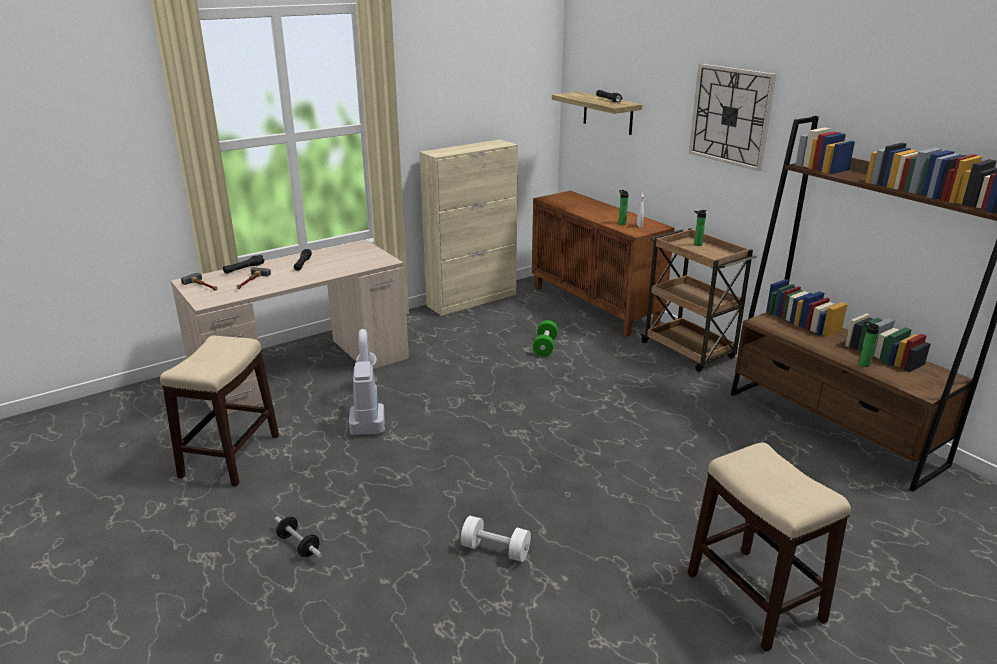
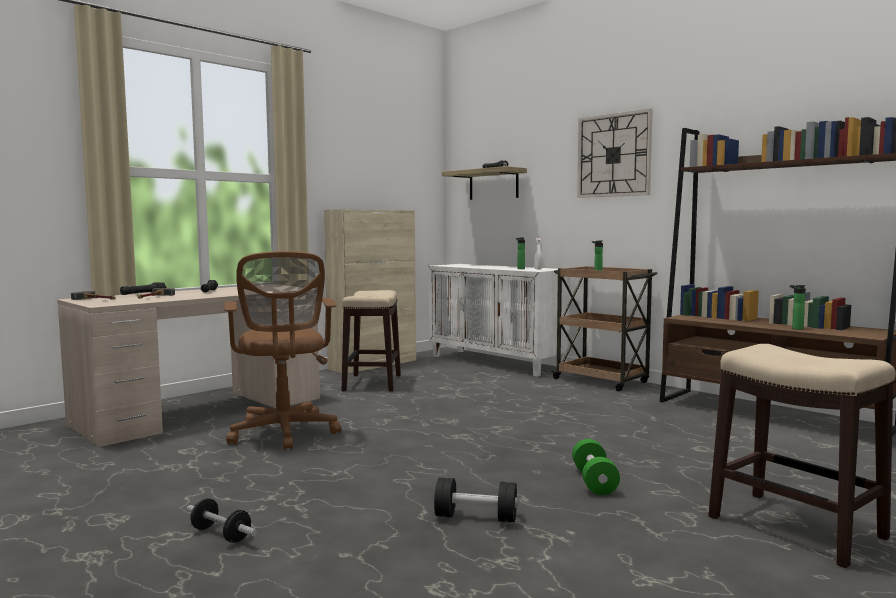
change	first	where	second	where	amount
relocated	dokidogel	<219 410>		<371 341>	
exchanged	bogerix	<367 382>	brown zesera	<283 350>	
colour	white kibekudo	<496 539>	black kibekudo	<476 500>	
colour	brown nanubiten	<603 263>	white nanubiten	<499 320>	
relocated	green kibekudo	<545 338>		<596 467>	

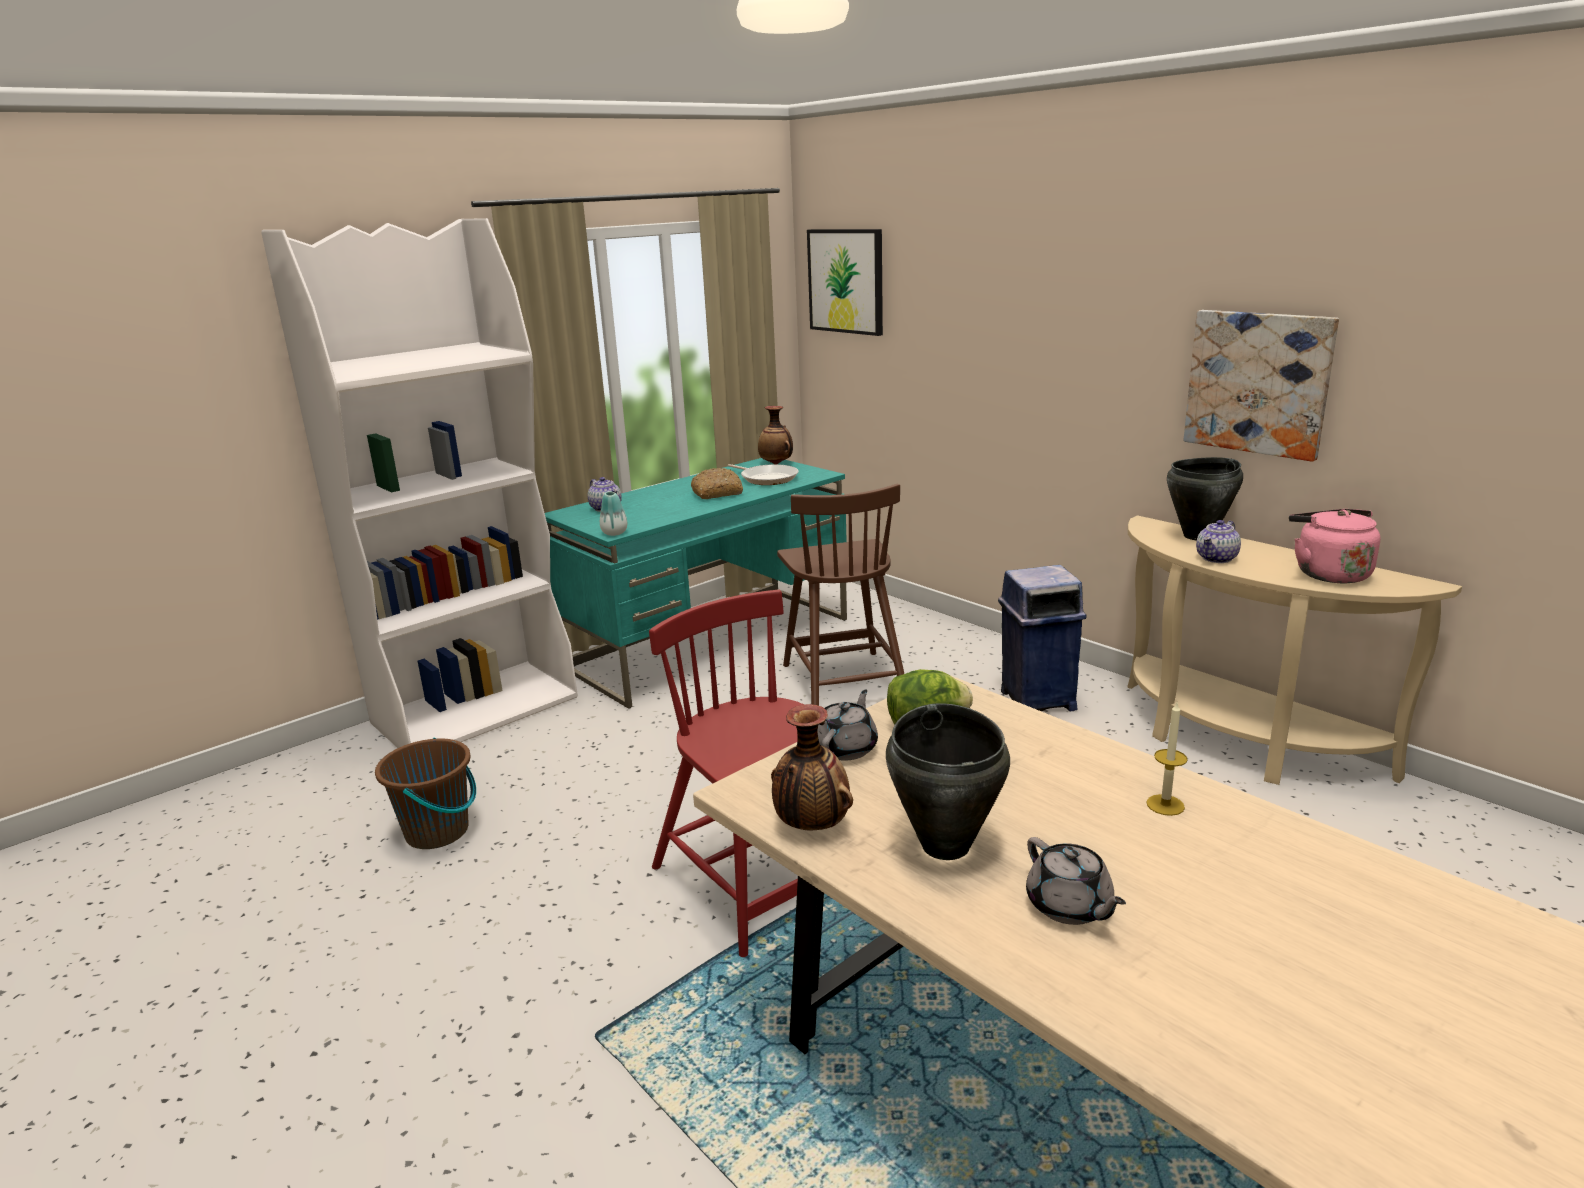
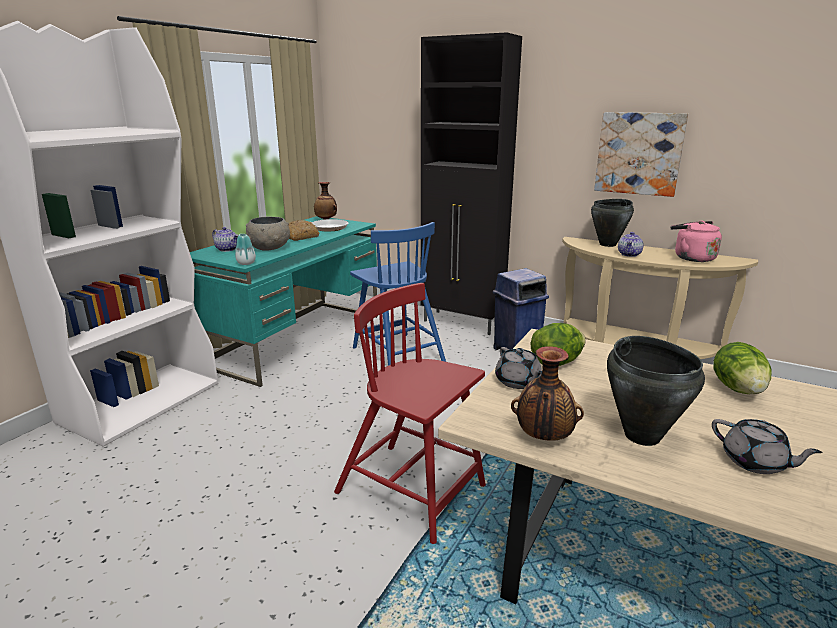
change	first	where	second	where	amount
missing	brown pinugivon	<425 793>			
colour	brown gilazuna	<840 595>	blue gilazuna	<398 294>	
missing	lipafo	<845 282>			
spun	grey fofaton	<848 725>		<518 368>	150 degrees clockwise
exchanged	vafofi	<1167 759>	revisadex	<742 368>	
appeared			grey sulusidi	<268 234>	
appeared			black nanubiten	<471 183>	

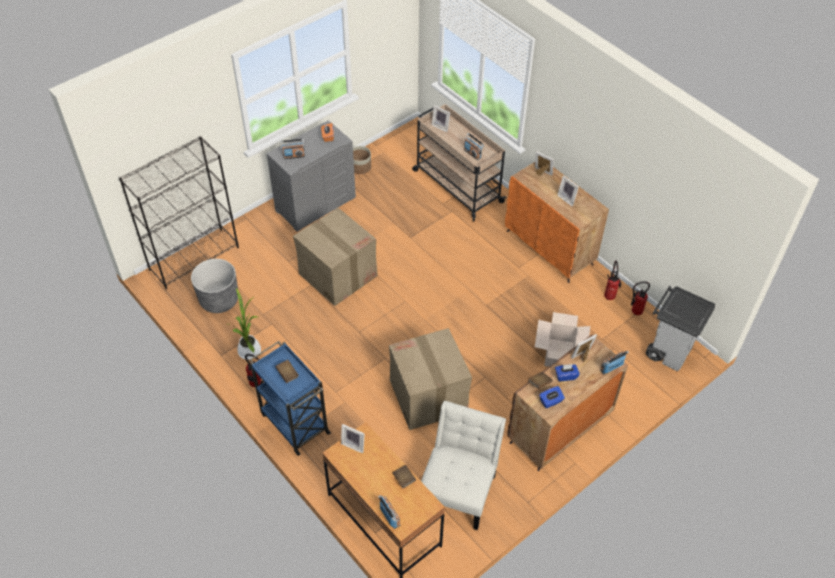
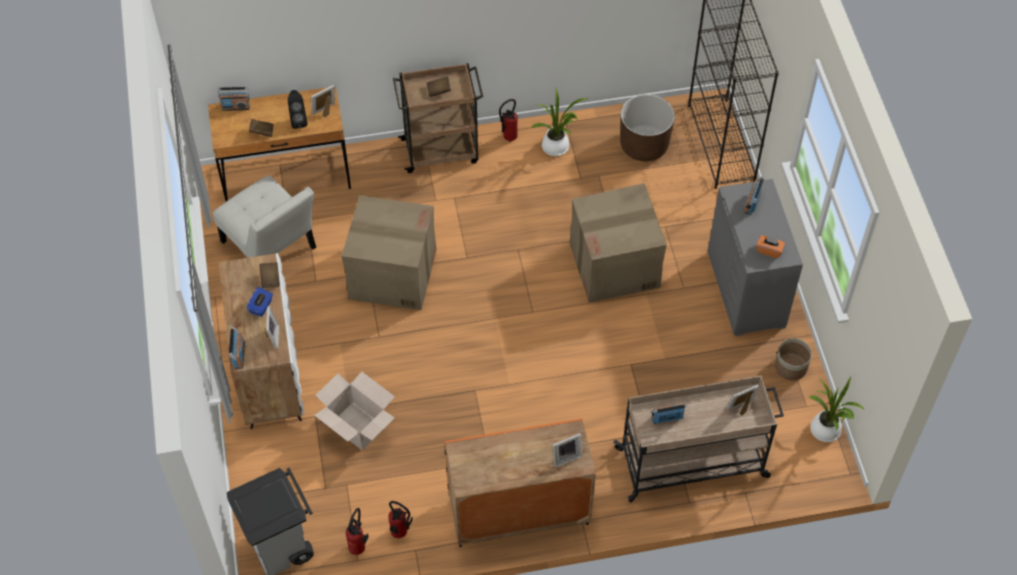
change	first	where	second	where	amount
colour	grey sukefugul	<214 286>	brown sukefugul	<647 127>	
colour	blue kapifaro	<290 398>	brown kapifaro	<438 118>	
colour	brown nanubiten	<568 402>	white nanubiten	<261 341>	
missing	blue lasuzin	<552 397>			
missing	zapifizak	<568 191>			
appeared			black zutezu	<298 109>	
appeared			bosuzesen	<837 409>	

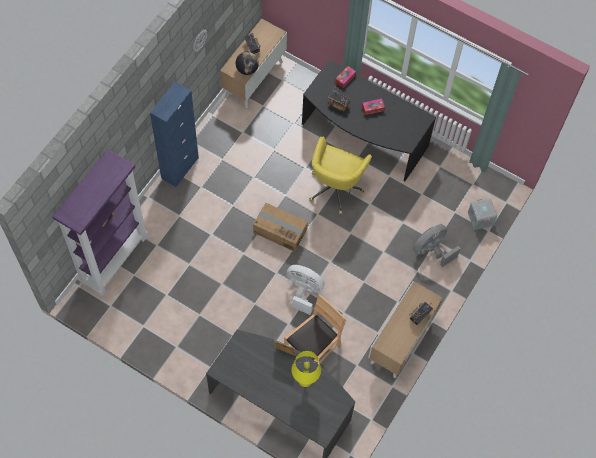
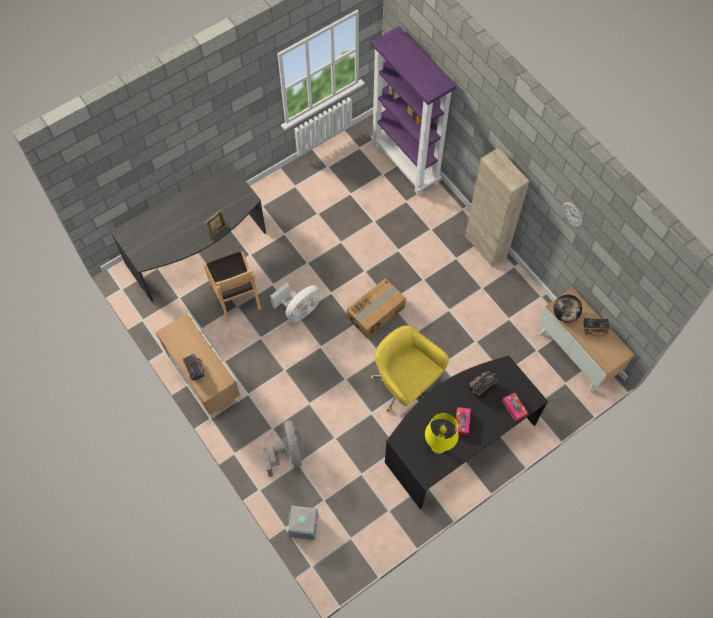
change	first	where	second	where	amount
colour	blue nanubiten	<174 134>	beige nanubiten	<497 207>	
relocated	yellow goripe	<306 369>		<442 433>	

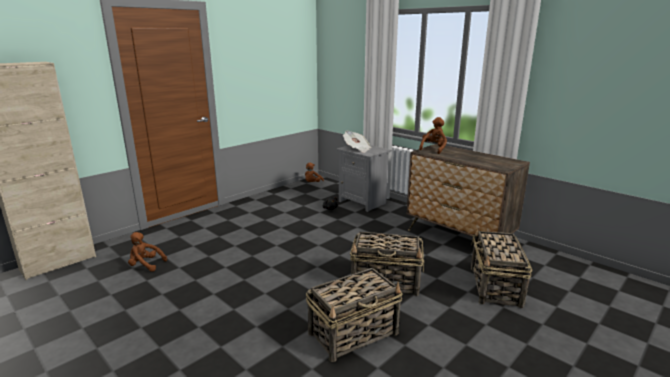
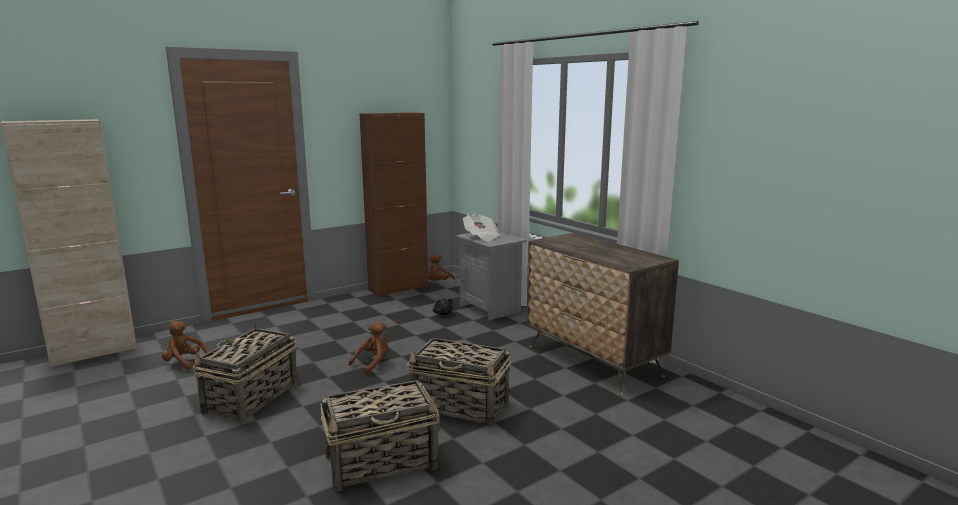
change	first	where	second	where	amount
relocated	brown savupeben	<433 135>		<369 348>	
relocated	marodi	<501 268>		<245 373>	
appeared			brown nanubiten	<394 204>	

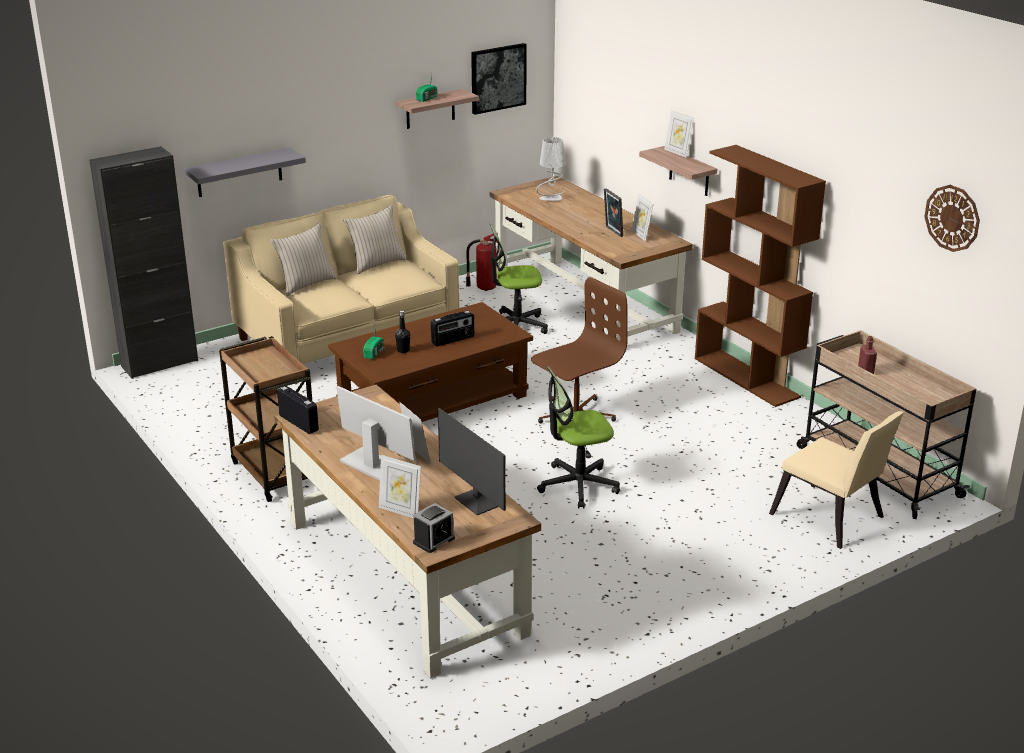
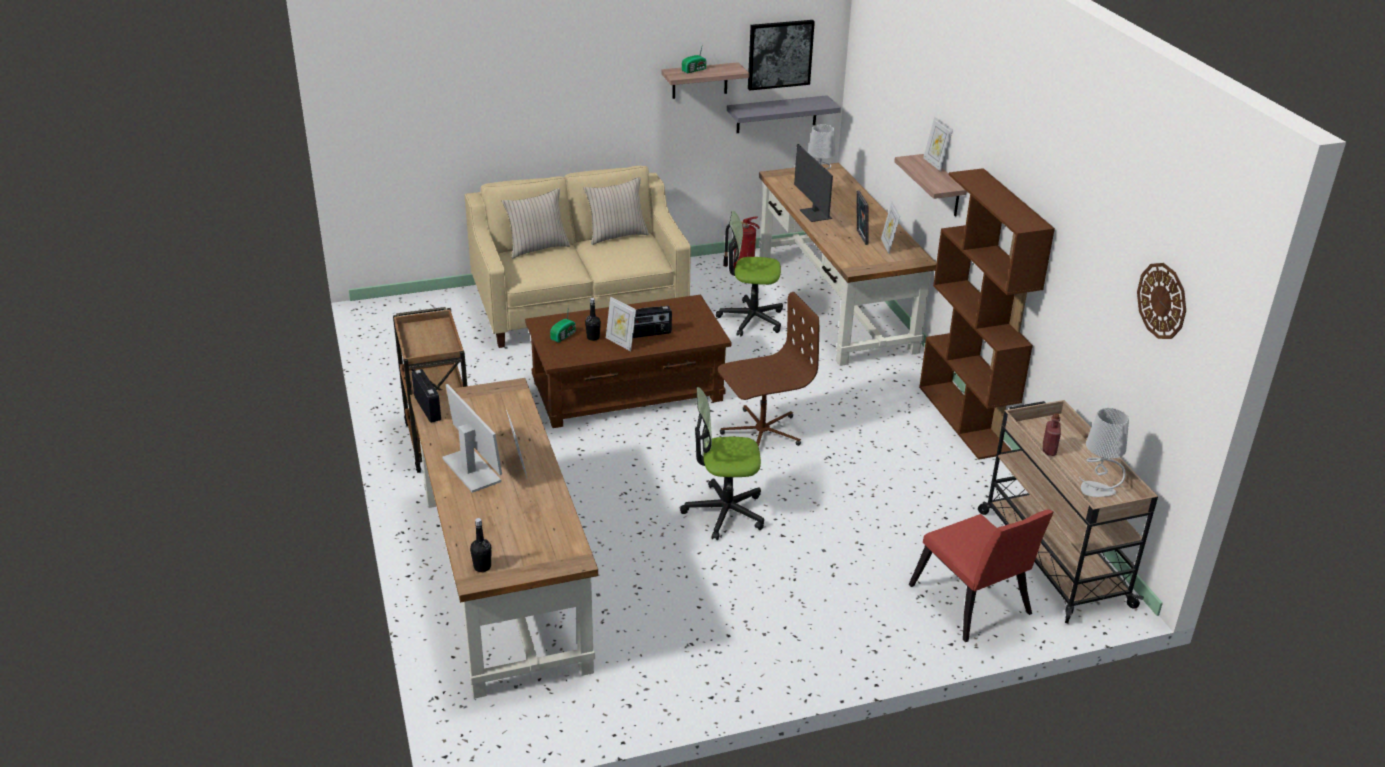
change	first	where	second	where	amount
missing	black nanubiten	<143 262>			
relocated	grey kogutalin	<245 172>		<784 114>	
relocated	zapifizak	<400 486>		<621 324>	
exchanged	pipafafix	<434 528>	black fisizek	<481 545>	
relocated	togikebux	<472 461>		<813 183>	
colour	beige gilazuna	<836 480>	red gilazuna	<981 575>	
appeared			grey goripe	<1104 452>	

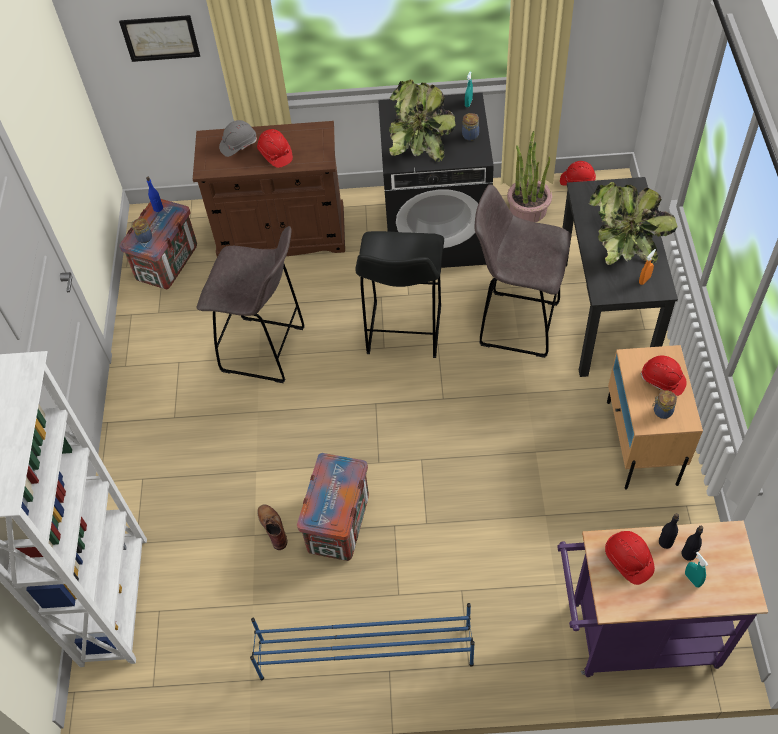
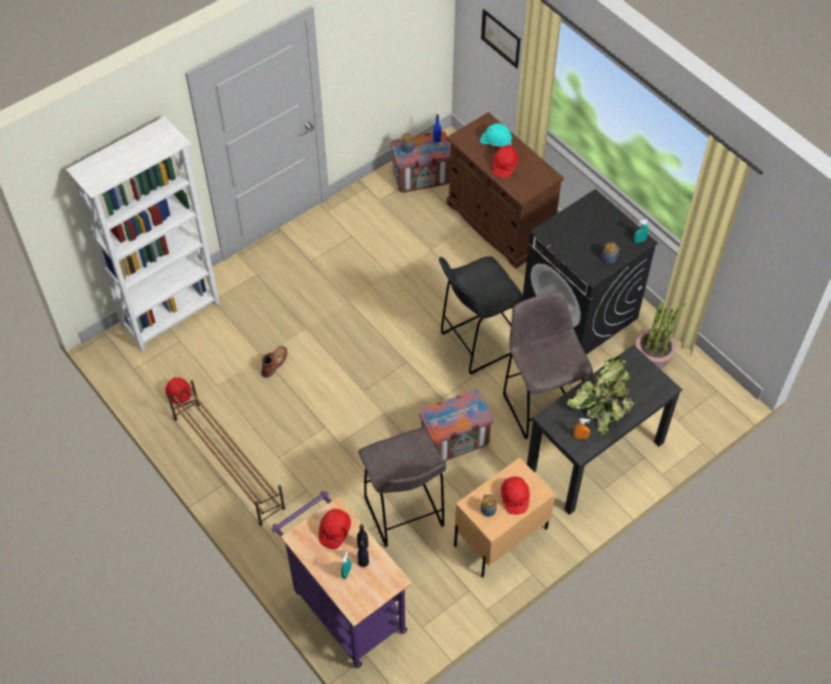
change	first	where	second	where	amount
relocated	grey dokidogel	<250 304>		<402 487>	
colour	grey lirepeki	<238 138>	turquoise lirepeki	<496 135>	
colour	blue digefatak	<362 642>	brown digefatak	<226 453>	
relocated	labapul	<333 507>		<456 425>	
missing	bosuzesen	<422 120>			
relocated	red lirepeki	<578 173>		<178 392>	

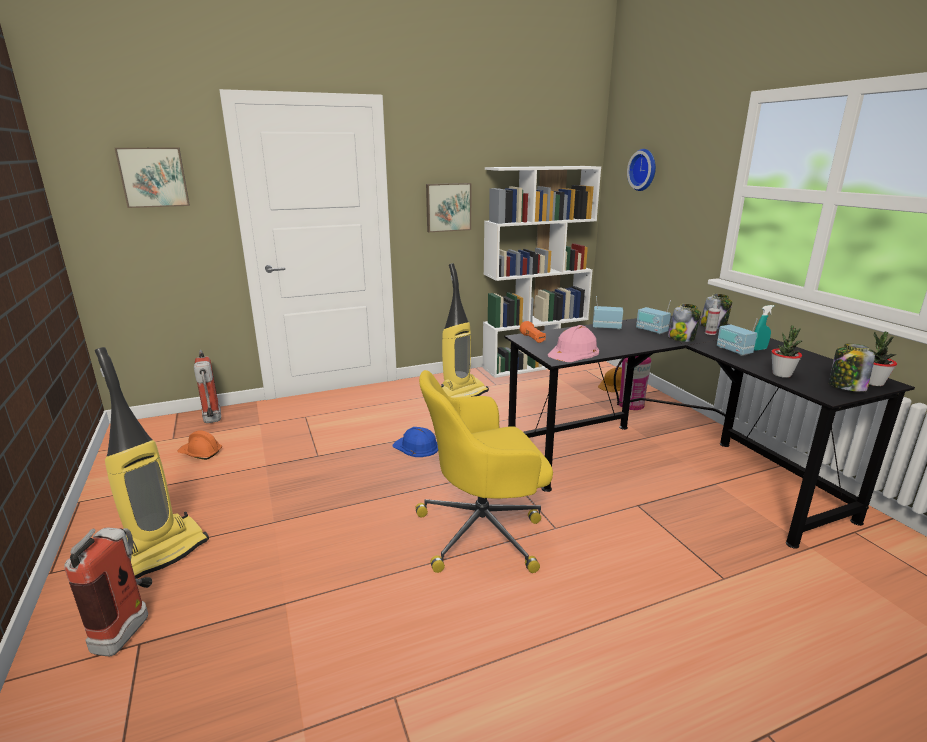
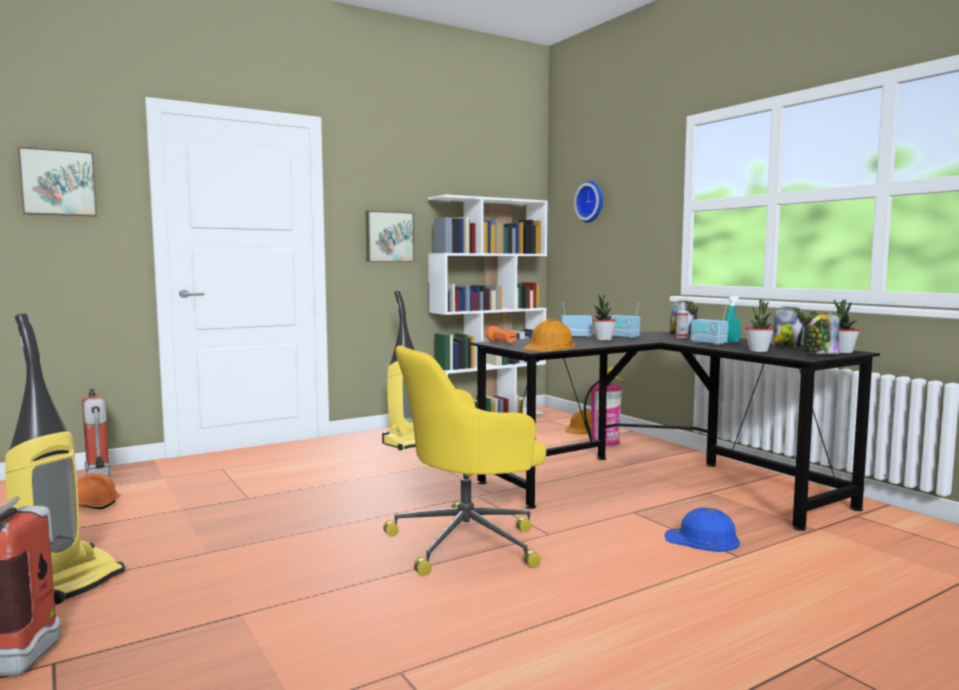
change	first	where	second	where	amount
relocated	blue lirepeki	<415 442>		<702 530>	
colour	pink lirepeki	<573 343>	orange lirepeki	<548 335>	
relocated	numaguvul	<684 323>		<787 326>	
appeared			bosuzesen	<604 317>	

